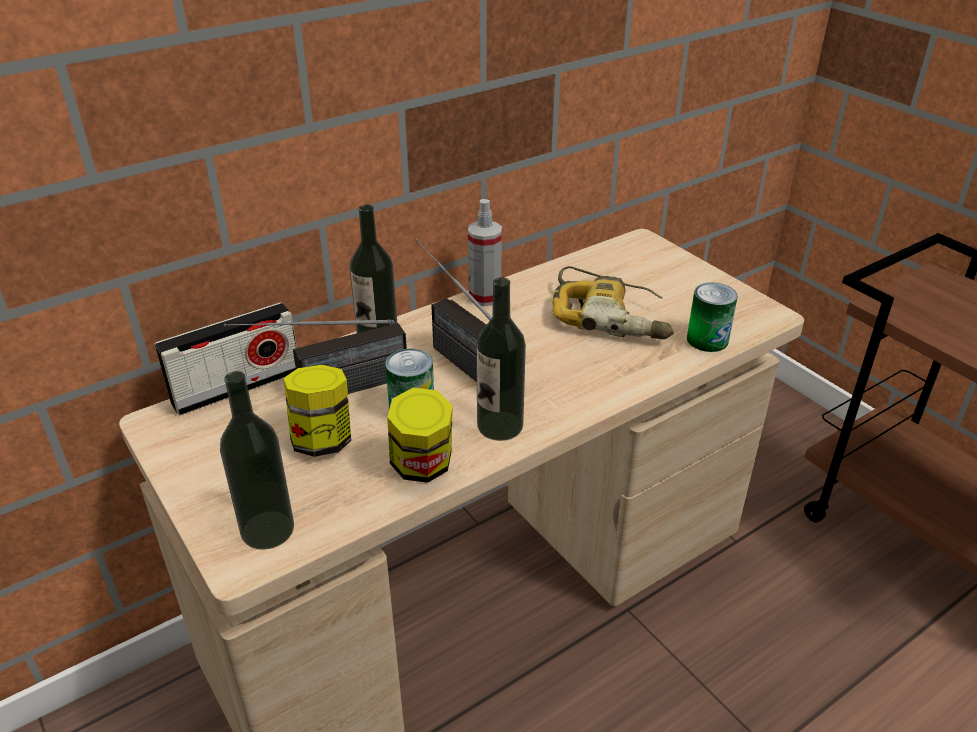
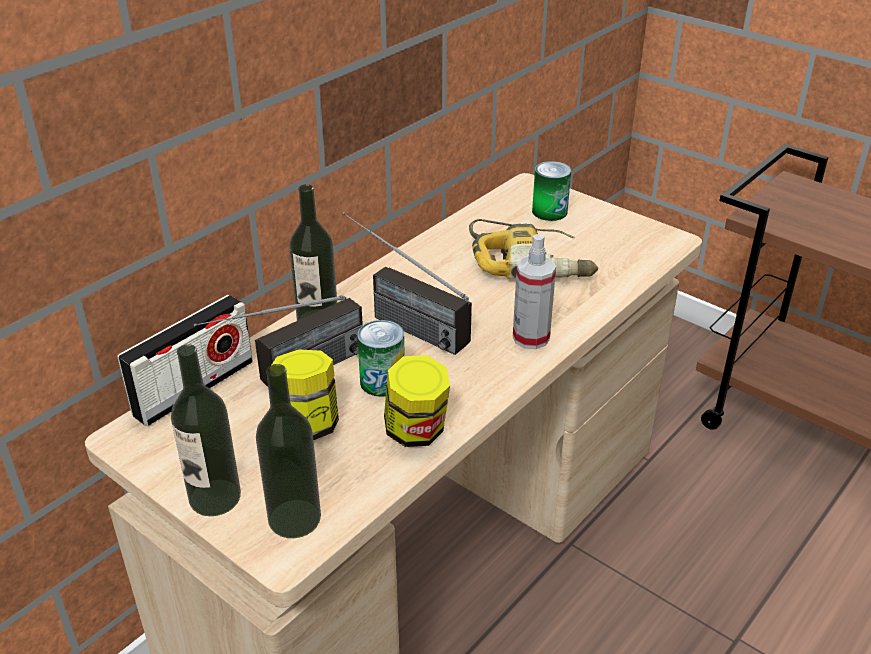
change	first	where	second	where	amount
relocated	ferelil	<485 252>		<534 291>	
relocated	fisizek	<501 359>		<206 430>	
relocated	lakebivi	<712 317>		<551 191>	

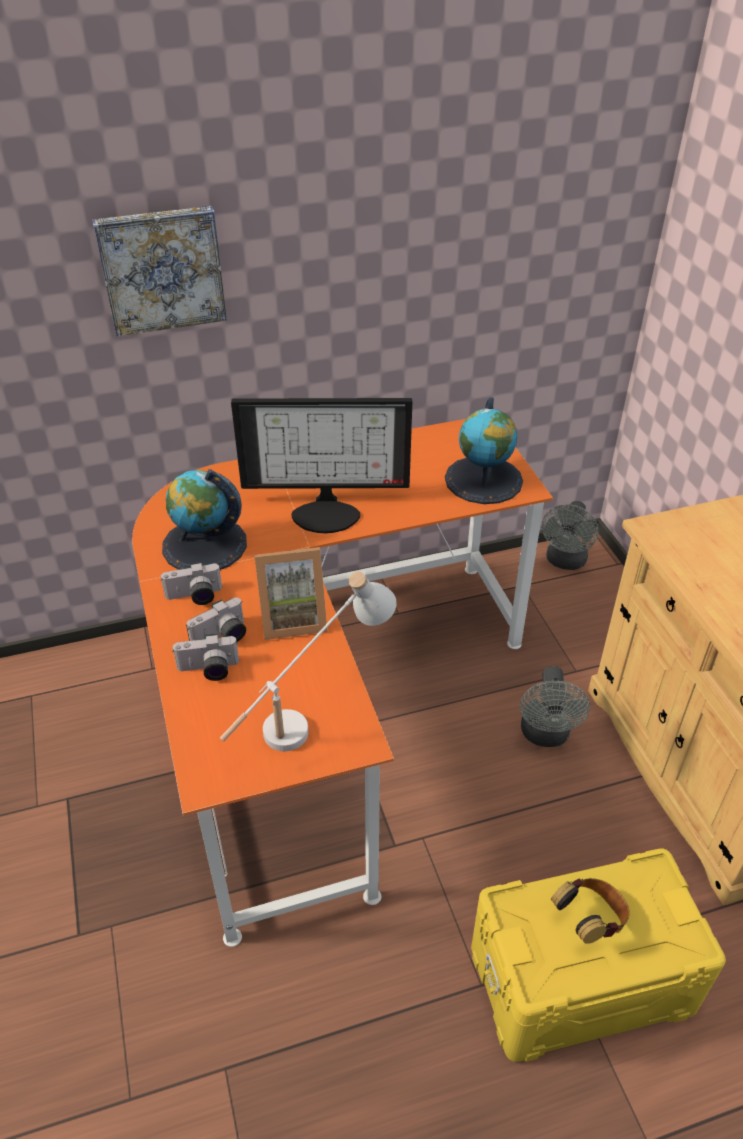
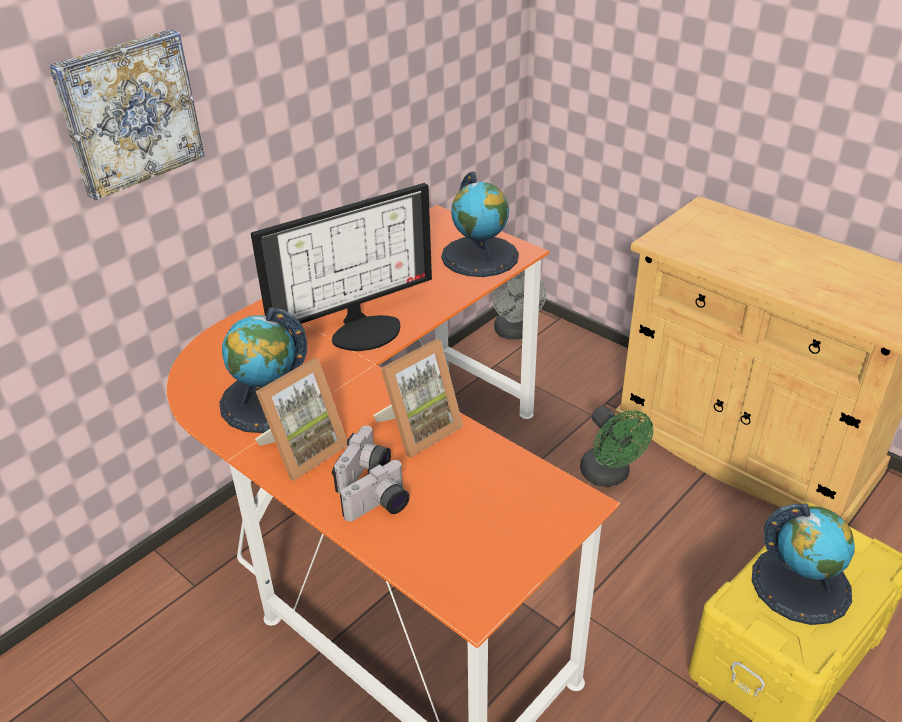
change	first	where	second	where	amount
exchanged	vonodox	<191 583>	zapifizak	<301 419>	
missing	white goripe	<308 661>			
colour	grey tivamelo	<555 706>	green tivamelo	<616 446>	
exchanged	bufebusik	<590 911>	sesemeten	<803 564>	

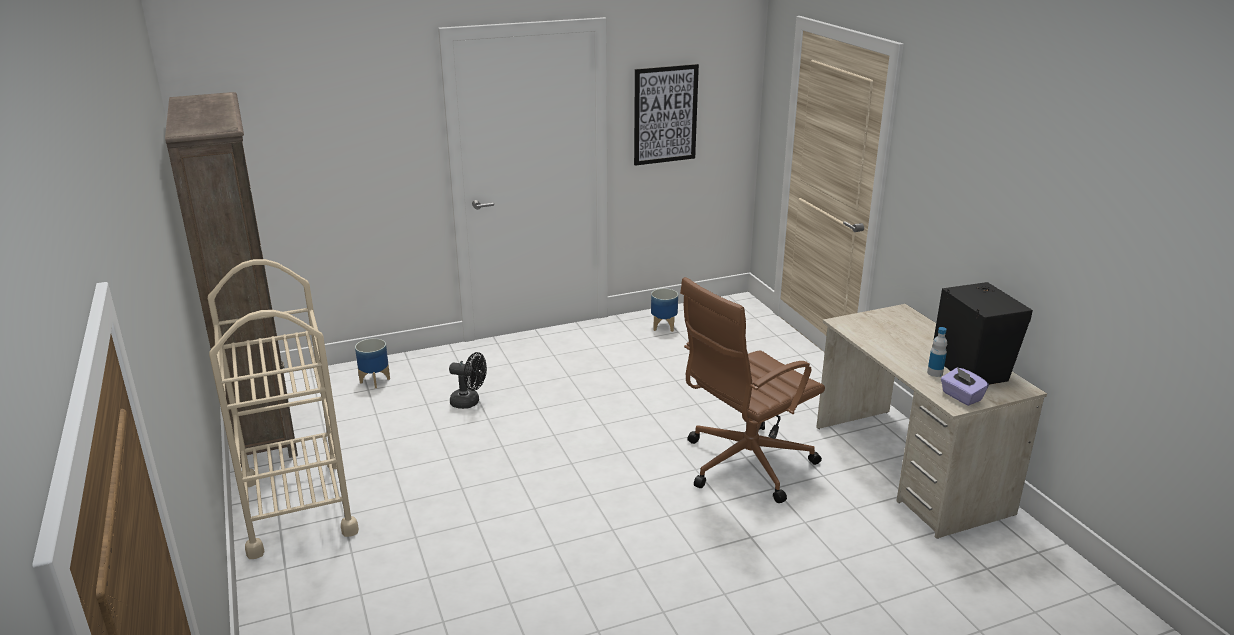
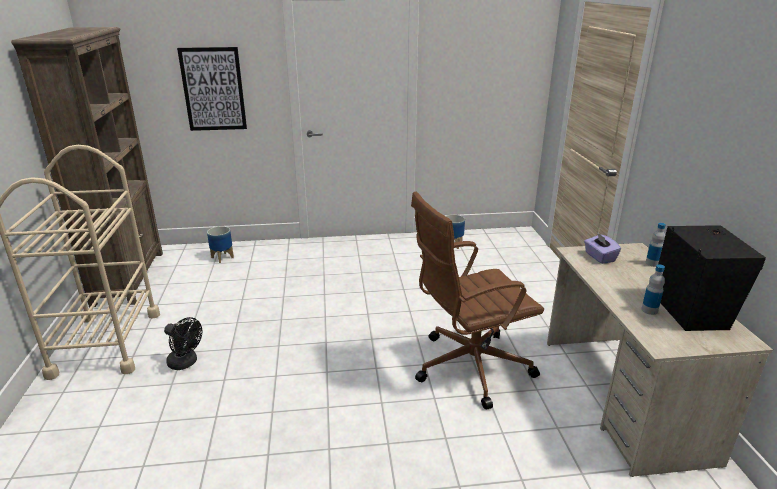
change	first	where	second	where	amount
relocated	black tivamelo	<468 380>		<183 343>	
relocated	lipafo	<666 115>		<212 89>	
relocated	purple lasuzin	<965 386>		<602 248>	
appeared			fisizek	<655 245>	

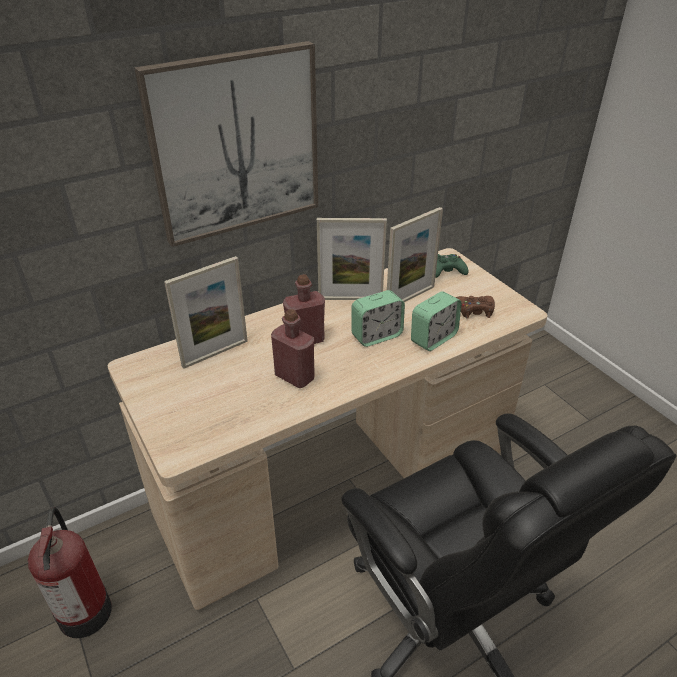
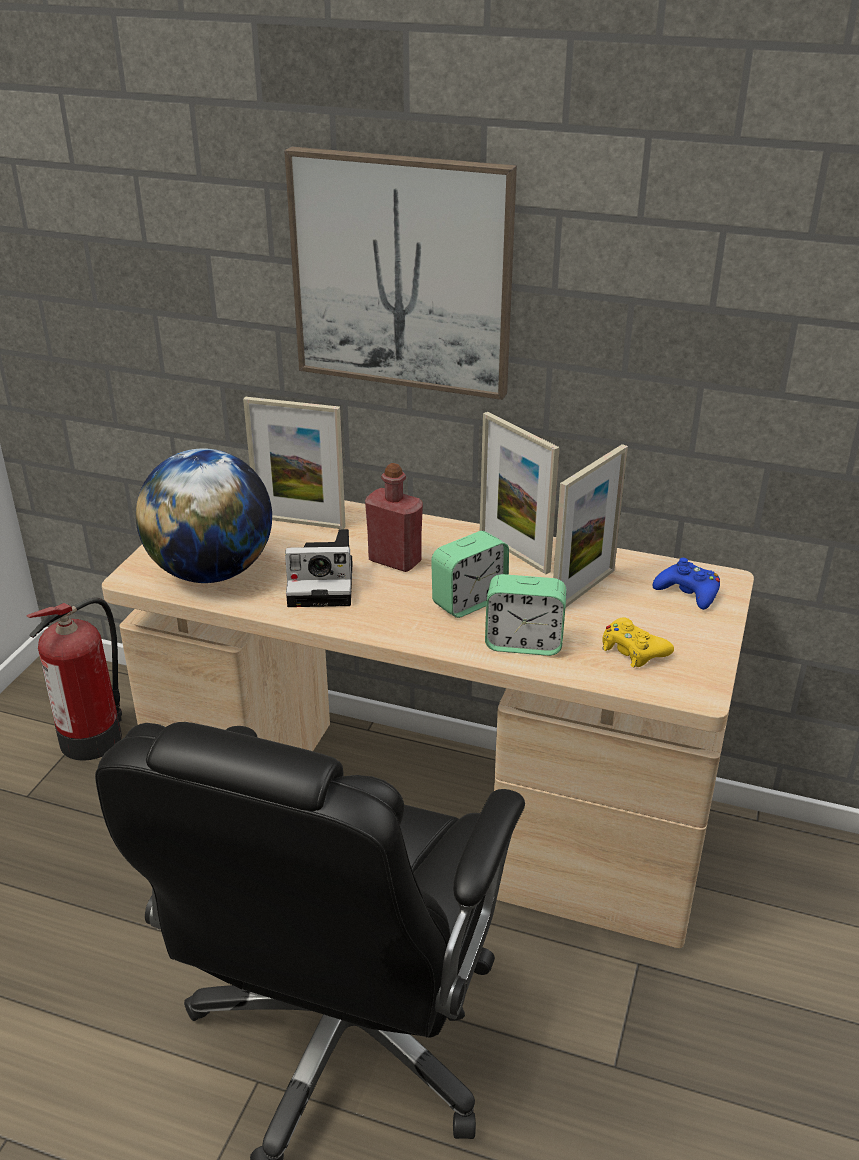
change	first	where	second	where	amount
exchanged	red fisizek	<293 348>	vonodox	<318 568>	
spun	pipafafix	<378 318>		<470 574>	60 degrees counterclockwise
spun	zapifizak	<415 254>		<590 526>	60 degrees counterclockwise
colour	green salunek	<451 266>	blue salunek	<686 584>	
colour	brown salunek	<475 307>	yellow salunek	<638 642>	
appeared			sesemeten	<204 516>	

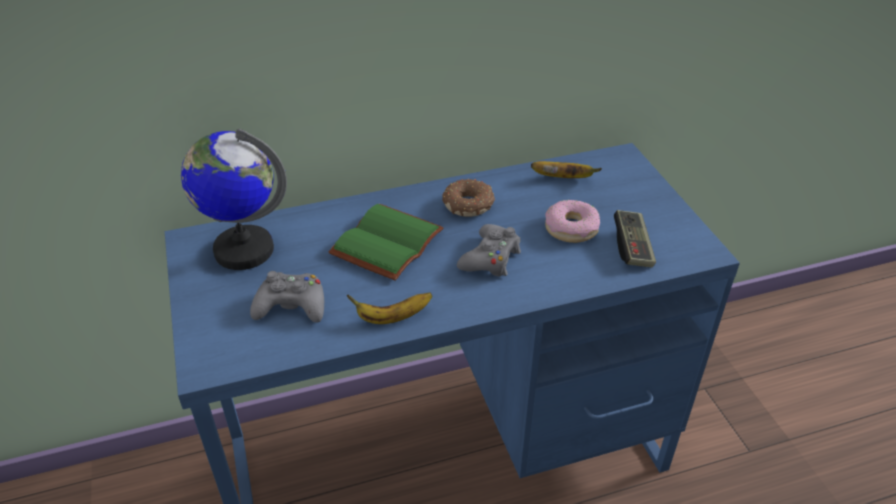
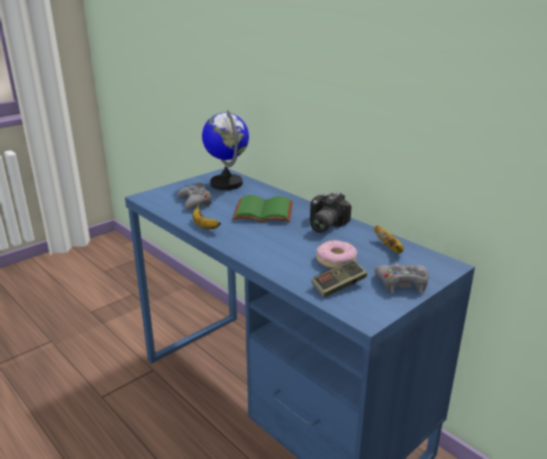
change	first	where	second	where	amount
exchanged	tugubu	<468 198>	vonodox	<330 212>	
relocated	grey salunek	<489 250>		<402 278>	

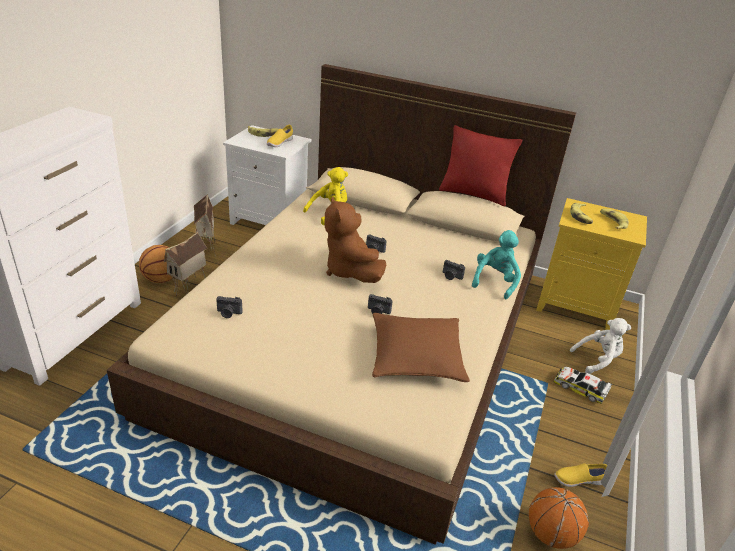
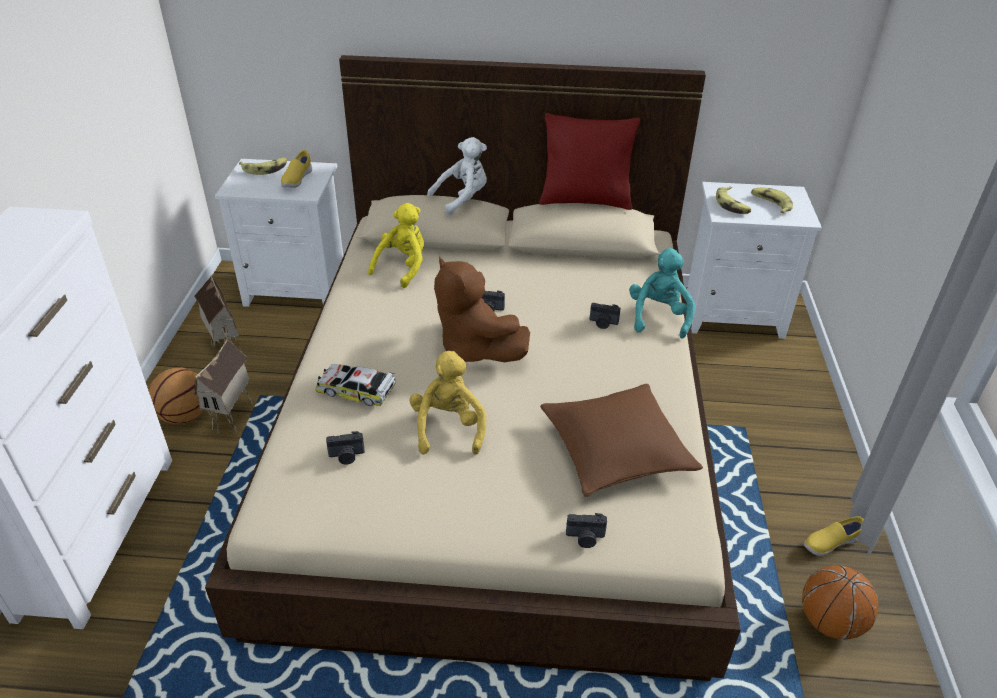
change	first	where	second	where	amount
relocated	vonodox	<380 304>		<586 530>	
colour	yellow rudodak	<591 264>	white rudodak	<754 260>	
relocated	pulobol	<583 385>		<355 385>	
relocated	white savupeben	<600 346>		<457 176>	
appeared			yellow savupeben	<447 403>	

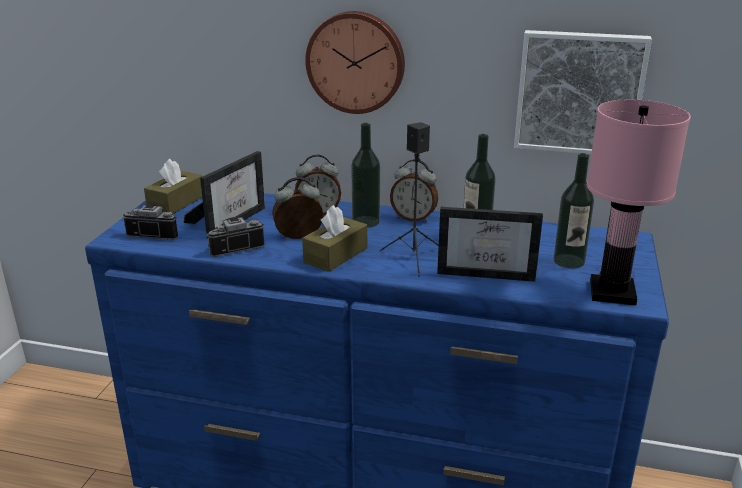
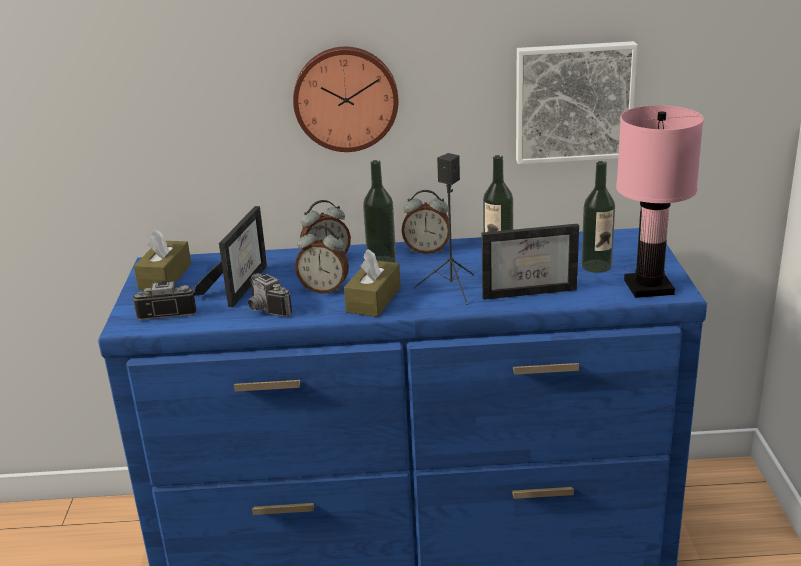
change	first	where	second	where	amount
spun	vonodox	<236 237>		<270 295>	90 degrees counterclockwise
spun	pipafafix	<297 208>		<322 259>	135 degrees counterclockwise

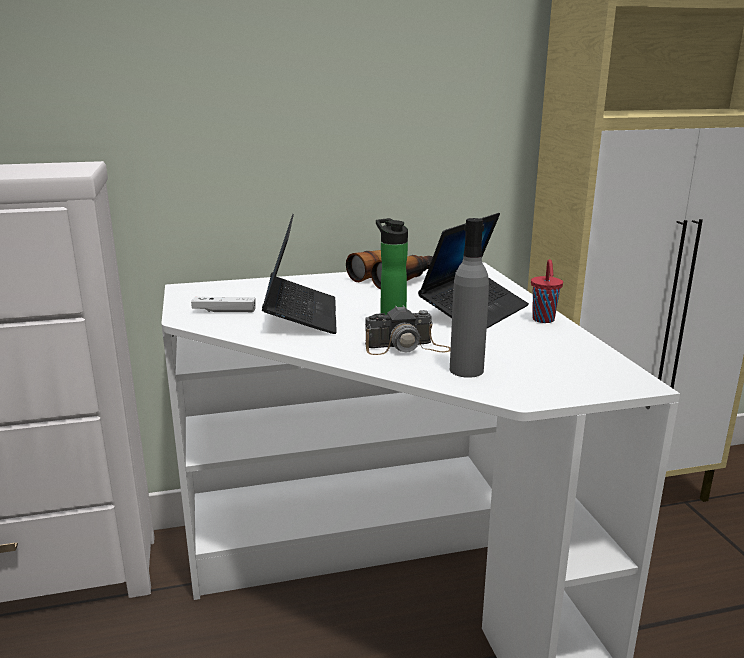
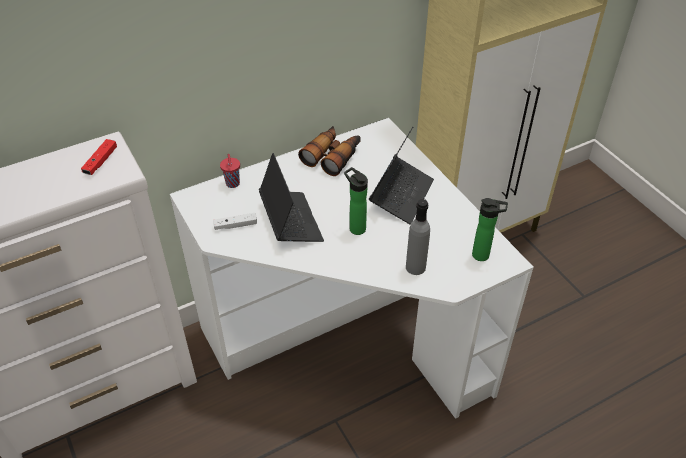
change	first	where	second	where	amount
missing	vonodox	<408 330>			
relocated	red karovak	<547 291>		<230 171>	
appeared			red salunek	<99 157>	
appeared			fisizek	<490 229>	

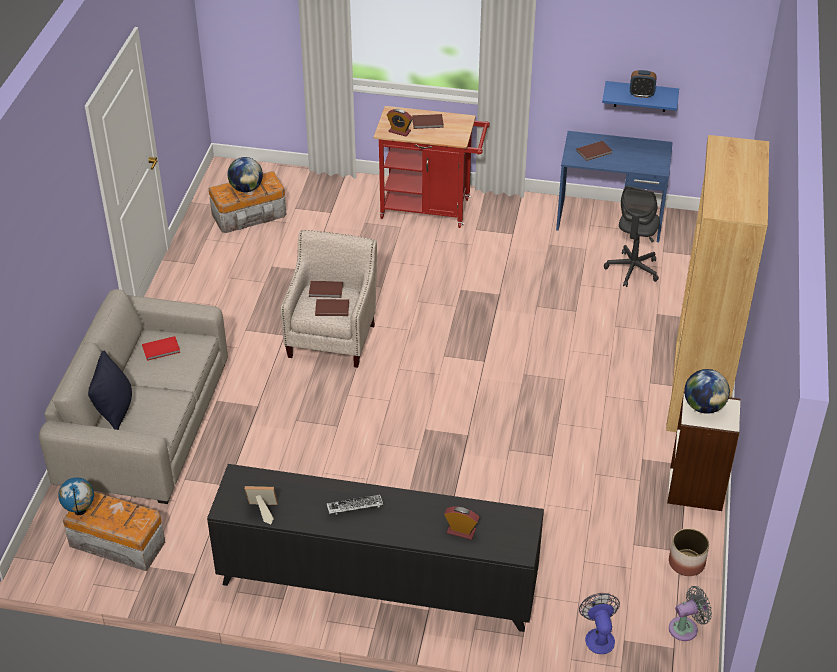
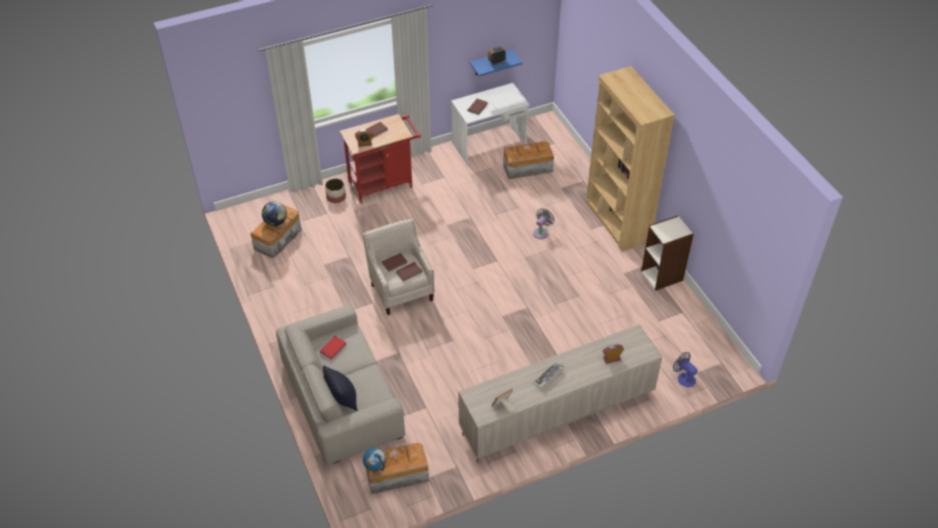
change	first	where	second	where	amount
colour	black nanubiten	<375 548>	beige nanubiten	<560 394>	
colour	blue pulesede	<614 186>	white pulesede	<490 123>	
exchanged	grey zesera	<632 236>	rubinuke	<528 160>	
relocated	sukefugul	<689 552>		<335 190>	
relocated	grey tivamelo	<690 613>		<544 223>	
missing	sesemeten	<707 391>			

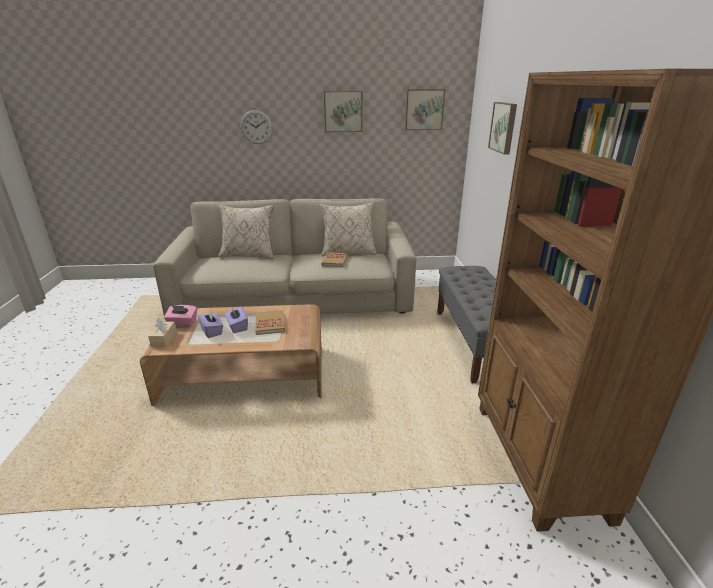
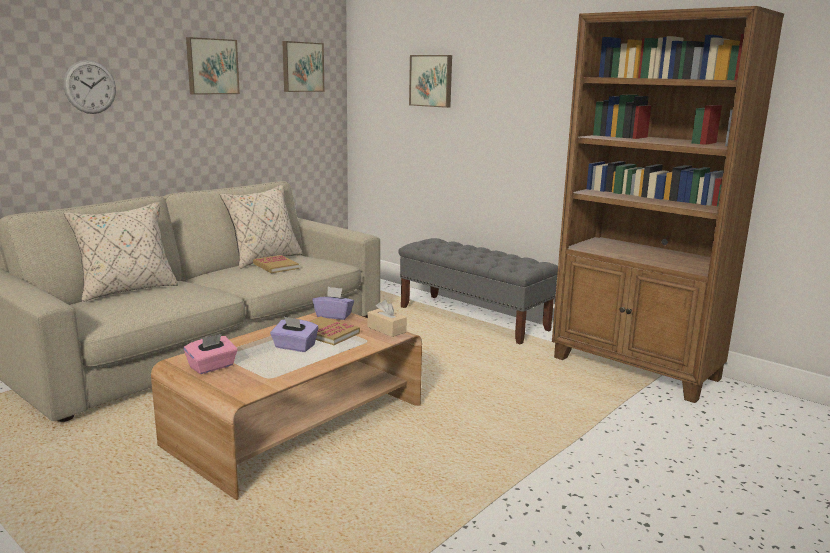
change	first	where	second	where	amount
relocated	beige lasuzin	<162 332>		<387 318>	
relocated	purple lasuzin	<210 324>		<333 303>	

